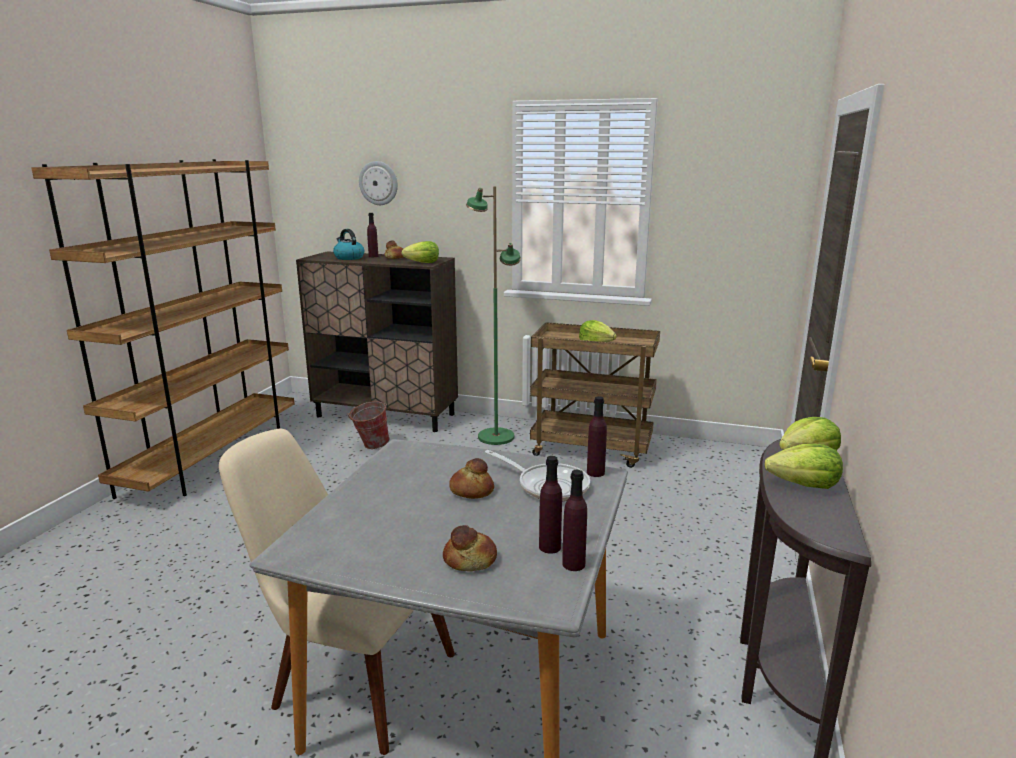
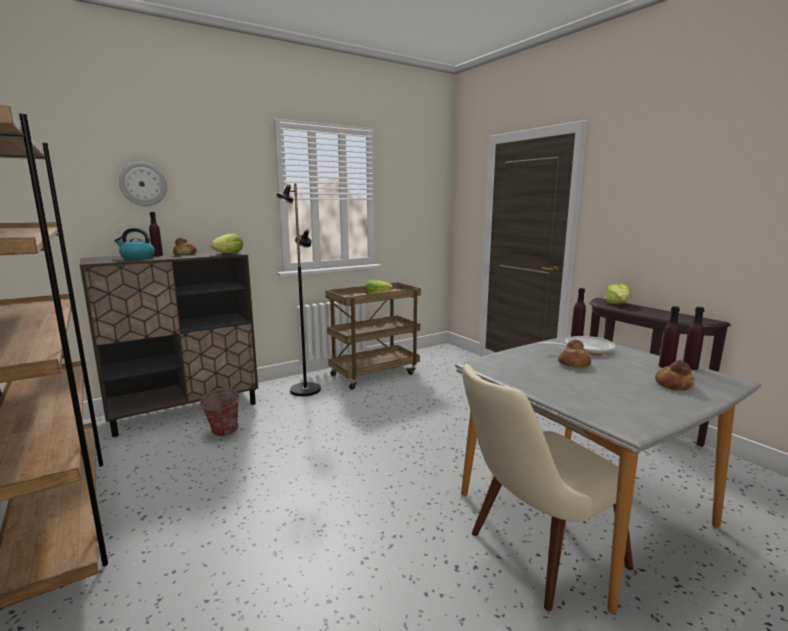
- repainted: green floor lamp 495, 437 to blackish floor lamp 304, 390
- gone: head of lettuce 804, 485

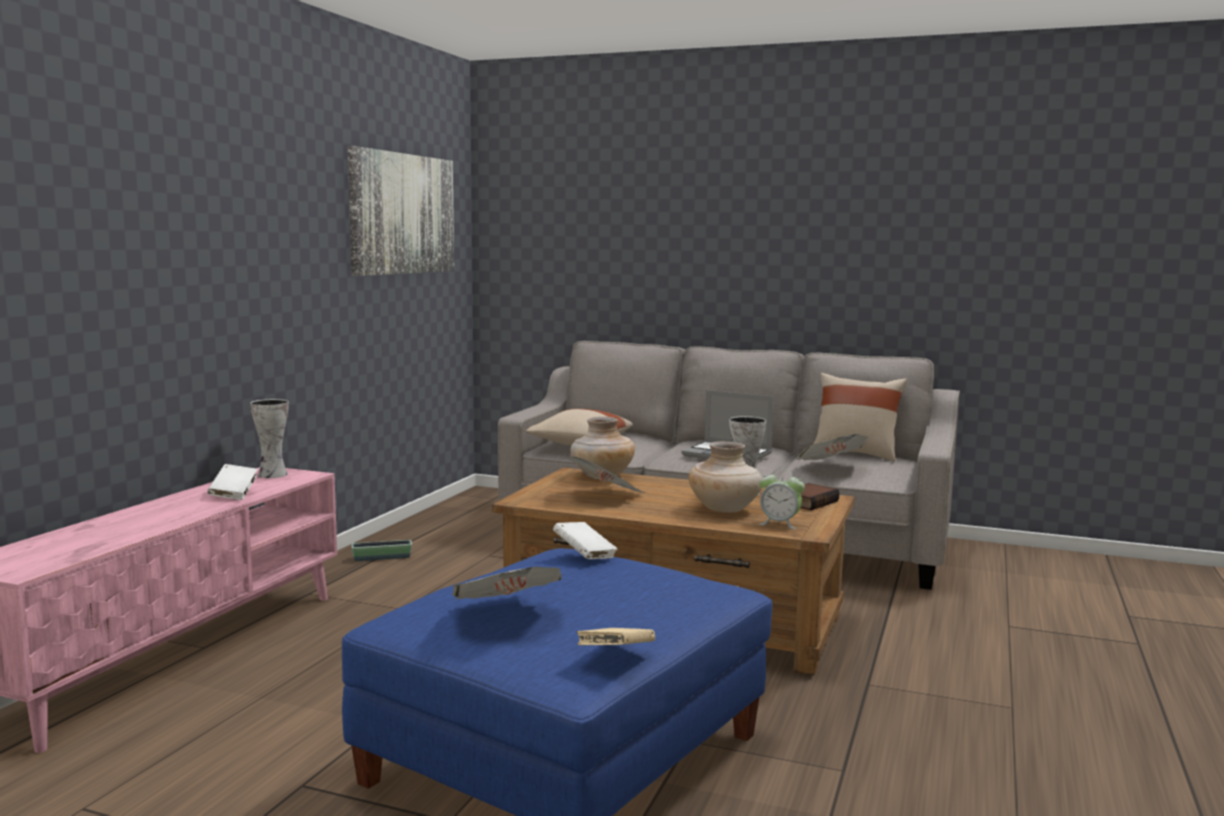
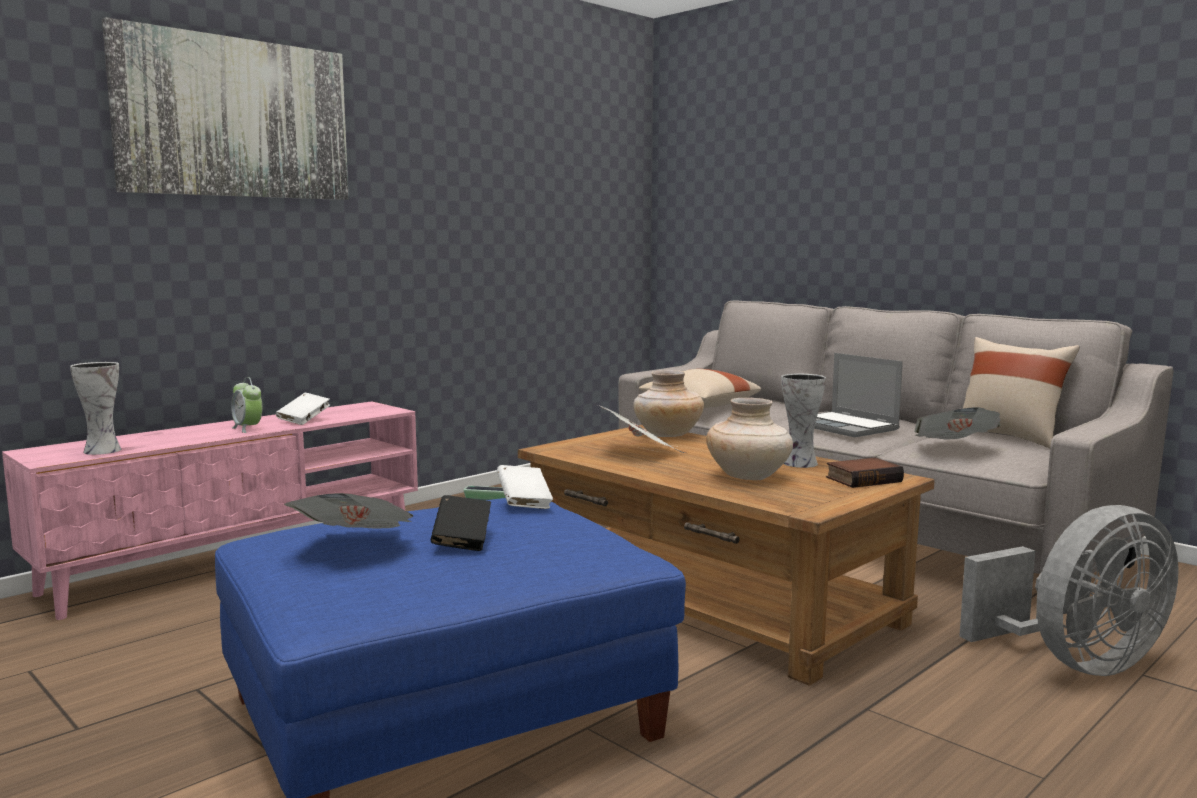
- shifted: vase 271, 474 to 101, 450
- shifted: picture 402, 214 to 235, 118
- shifted: alarm clock 780, 524 to 248, 429
- new: blackish book 462, 541
- new: greyish cooling fan 1076, 663
- gone: beige book 615, 656

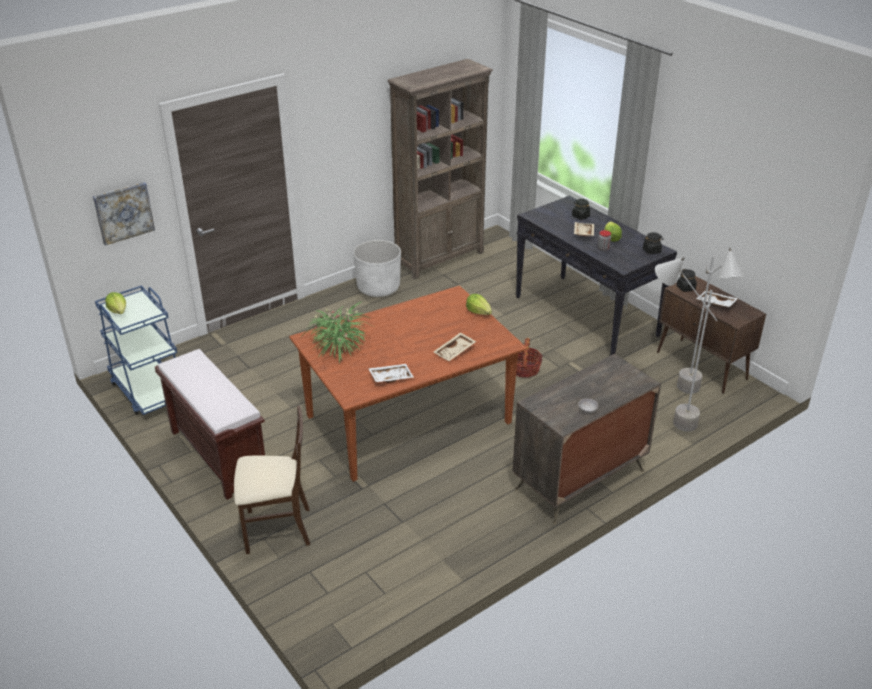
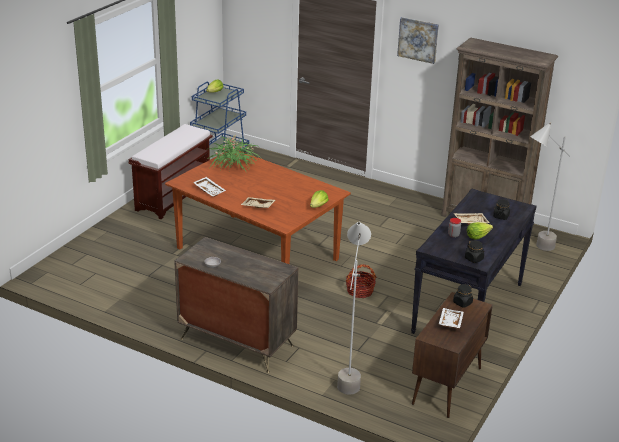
- shifted: picture 123, 212 to 418, 39
- shifted: greyish floor lamp 695, 398 to 534, 250
- gone: beige upright chair 276, 529
- gone: whitish plant pot 378, 288

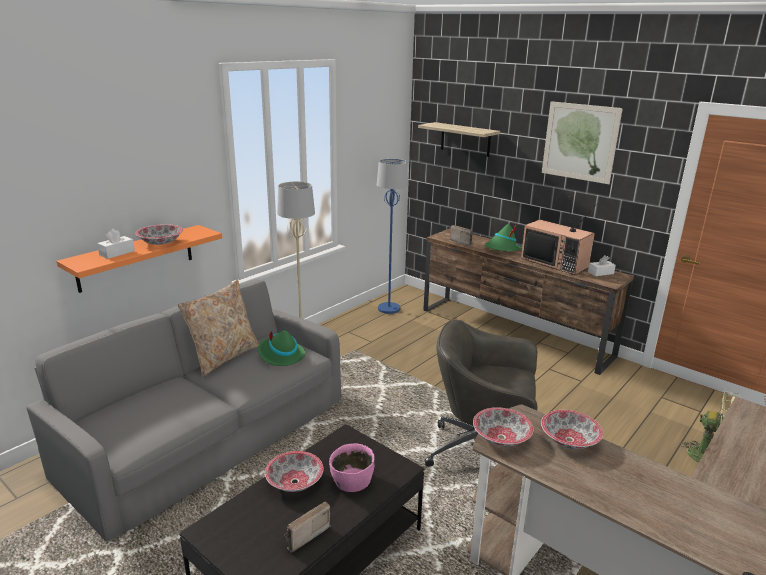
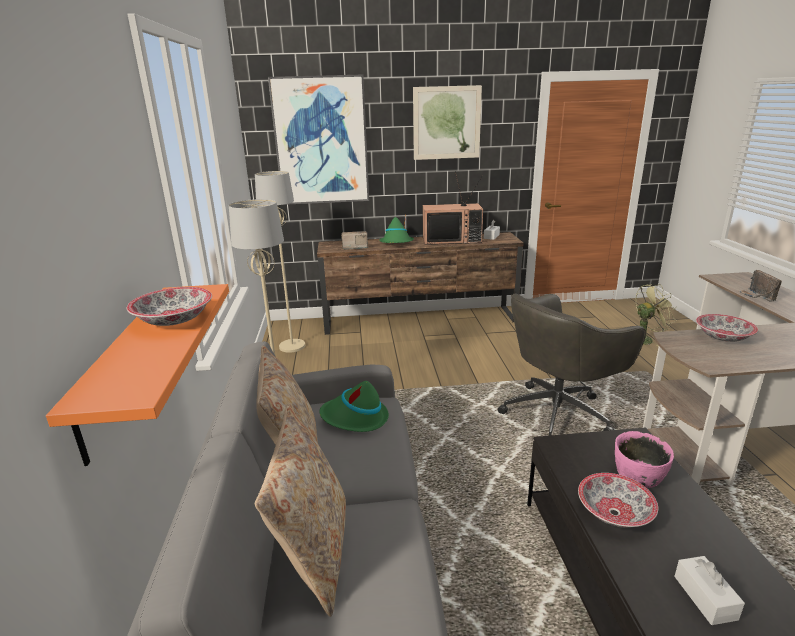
- repainted: blue floor lamp 389, 308 to beige floor lamp 292, 346
- new: beige pillow 313, 552
- swapped: wall shelf 465, 139 to picture 321, 141
- shifted: whitish box of tissues 117, 253 to 705, 597
- shifted: radio receiver 303, 535 to 757, 296
- gone: bowl 502, 438

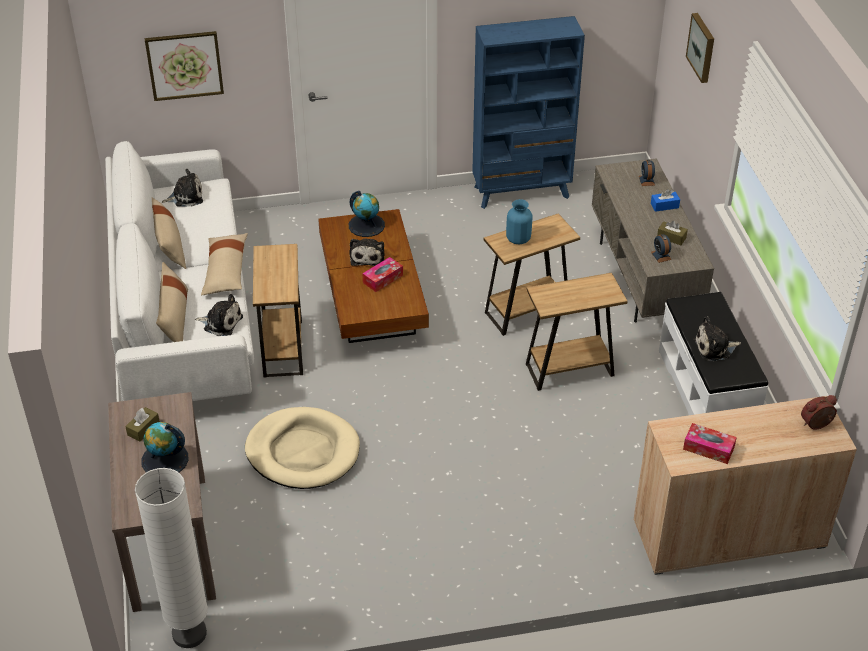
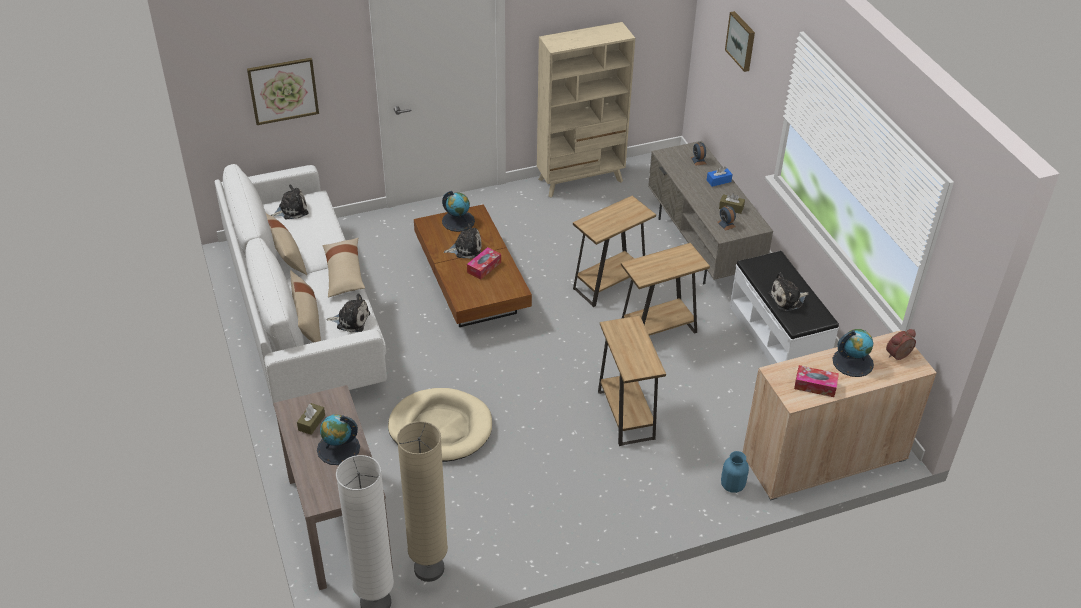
- new: beige floor lamp 429, 569
- rotated: cuddly toy 367, 256 = 466, 249 90 degrees counterclockwise
- repainted: blue bookcase 522, 192 to beige bookcase 581, 180
- shifted: brown accent table 283, 348 to 626, 415
- shifted: blue vase 518, 239 to 732, 485
- new: globe 852, 362

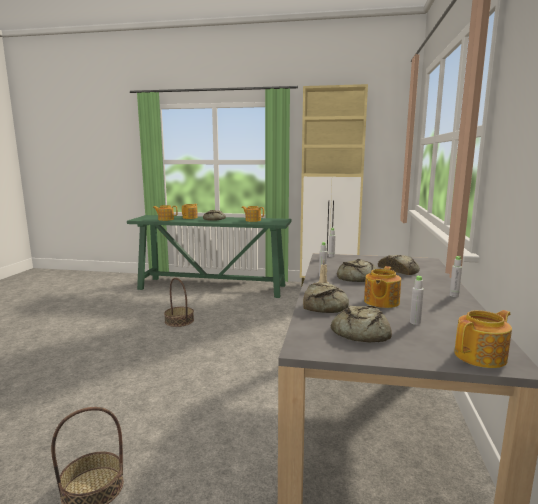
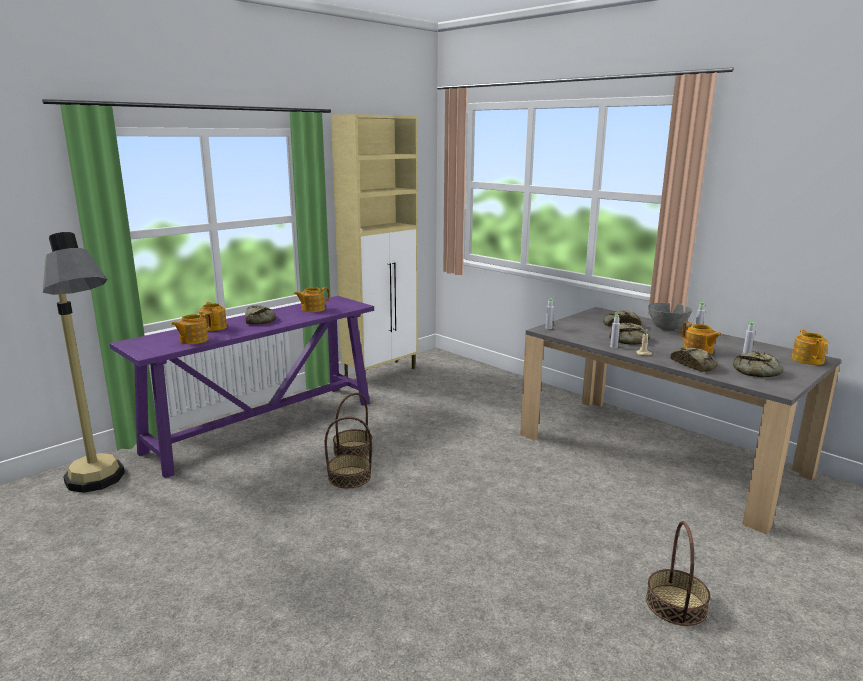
- new: floor lamp 102, 488
- repainted: green hall table 213, 287 to purple hall table 264, 426
- new: storage basket 353, 450
- new: greyish bowl 667, 329

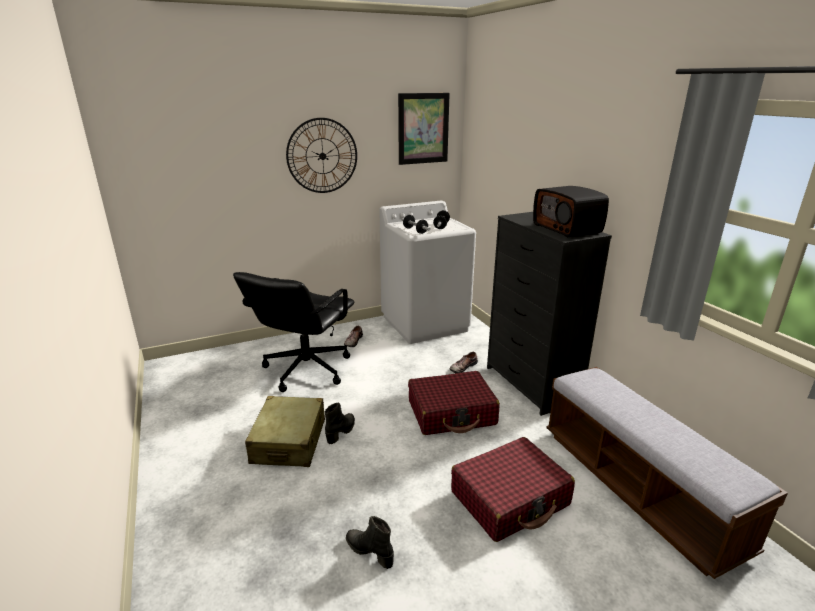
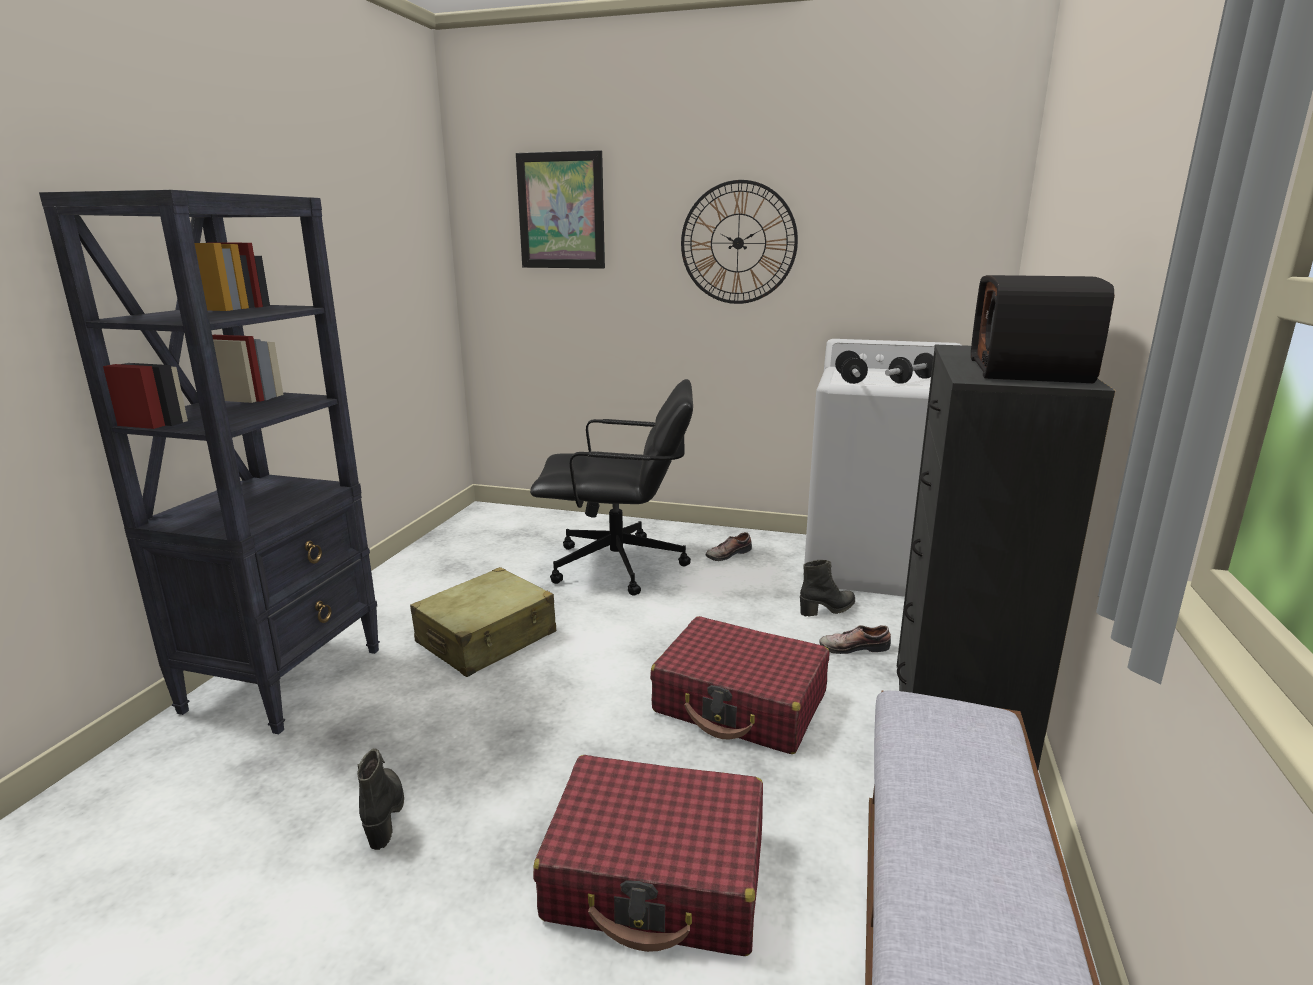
- new: blackish bookcase 286, 678
- shifted: picture 423, 128 to 561, 211
- rotated: blackish desk chair 305, 369 = 619, 566 150 degrees counterclockwise
- shifted: blackish boot 341, 432 to 827, 609

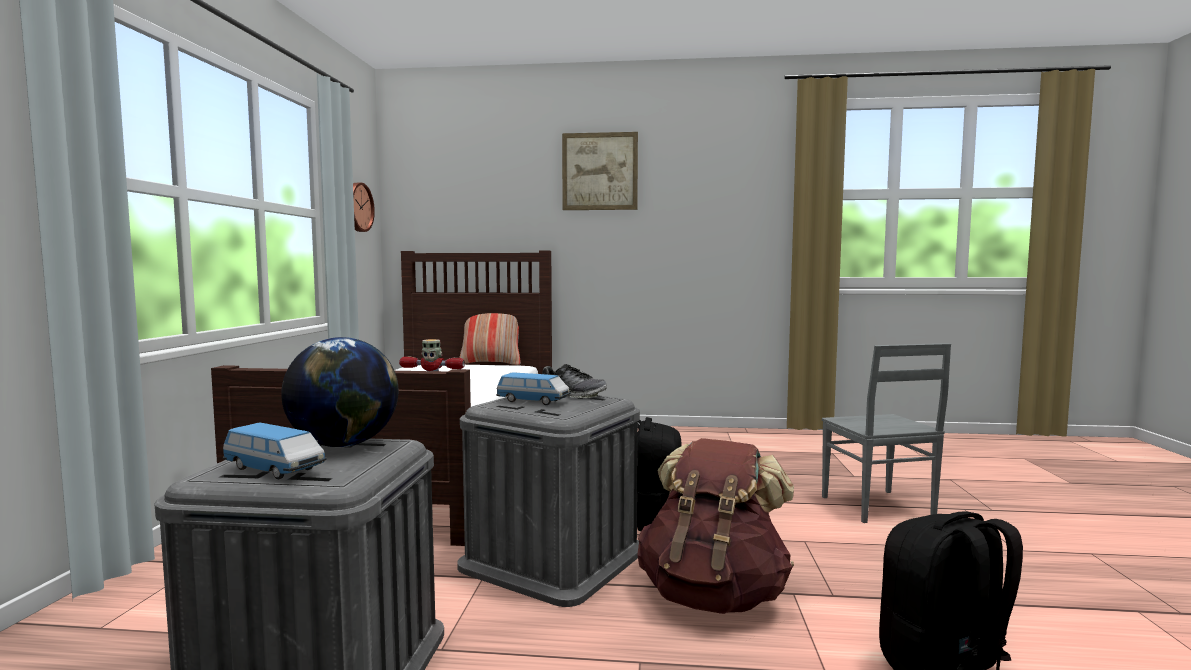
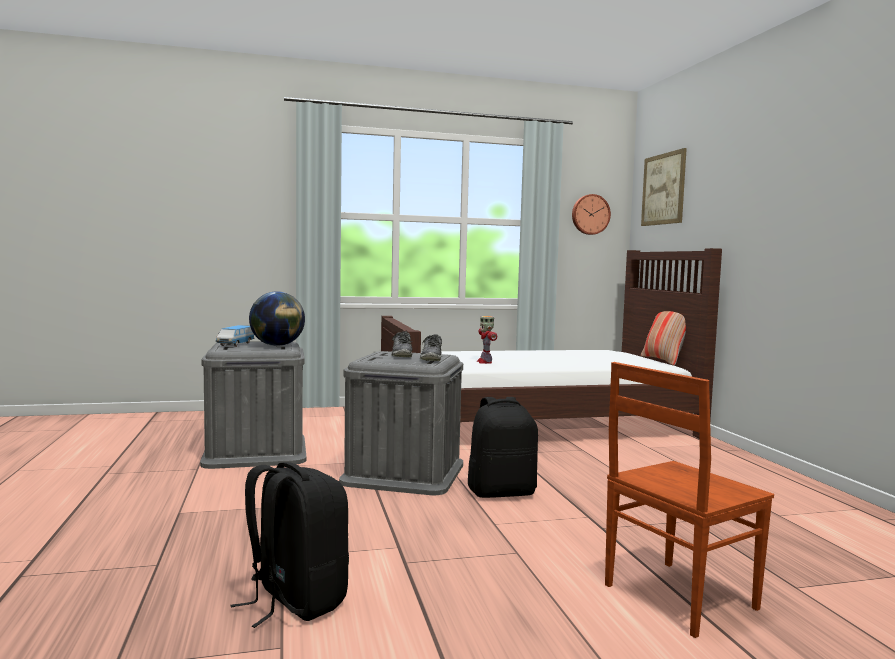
- swapped: miniature car 533, 401 to item of footwear 402, 355
- repainted: greyish upright chair 877, 507 to brown upright chair 676, 596
- shifted: picture 599, 171 to 663, 189
- gone: brown backpack 713, 595

